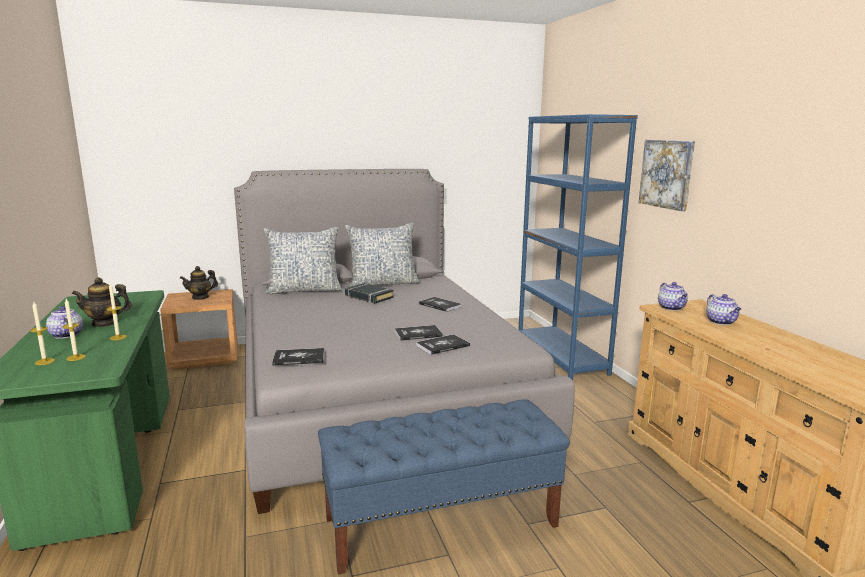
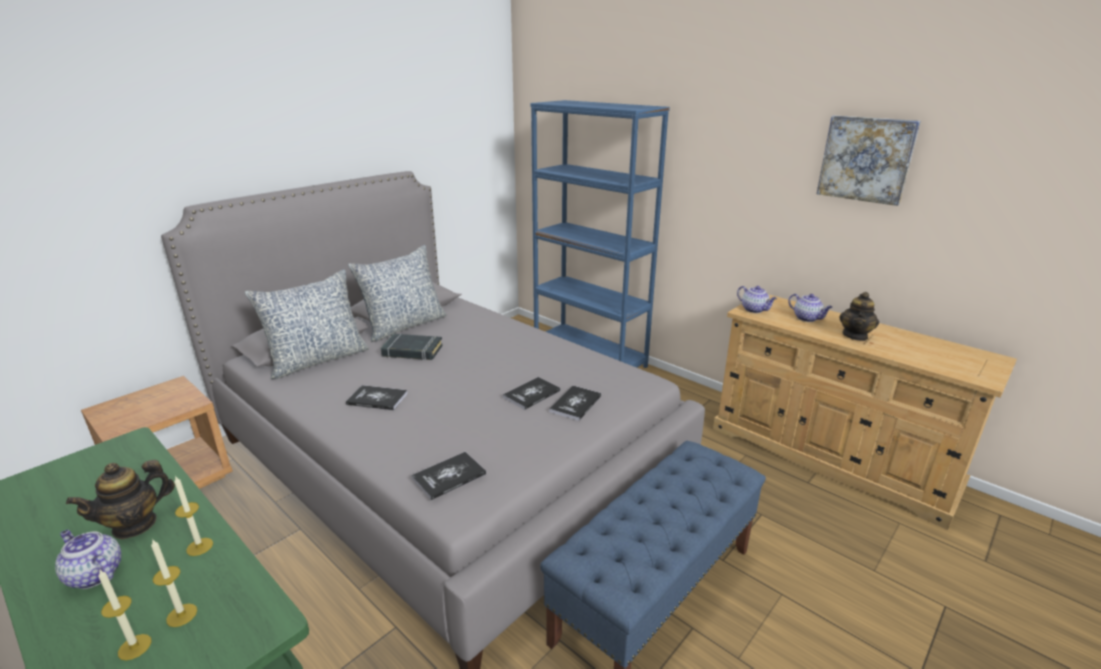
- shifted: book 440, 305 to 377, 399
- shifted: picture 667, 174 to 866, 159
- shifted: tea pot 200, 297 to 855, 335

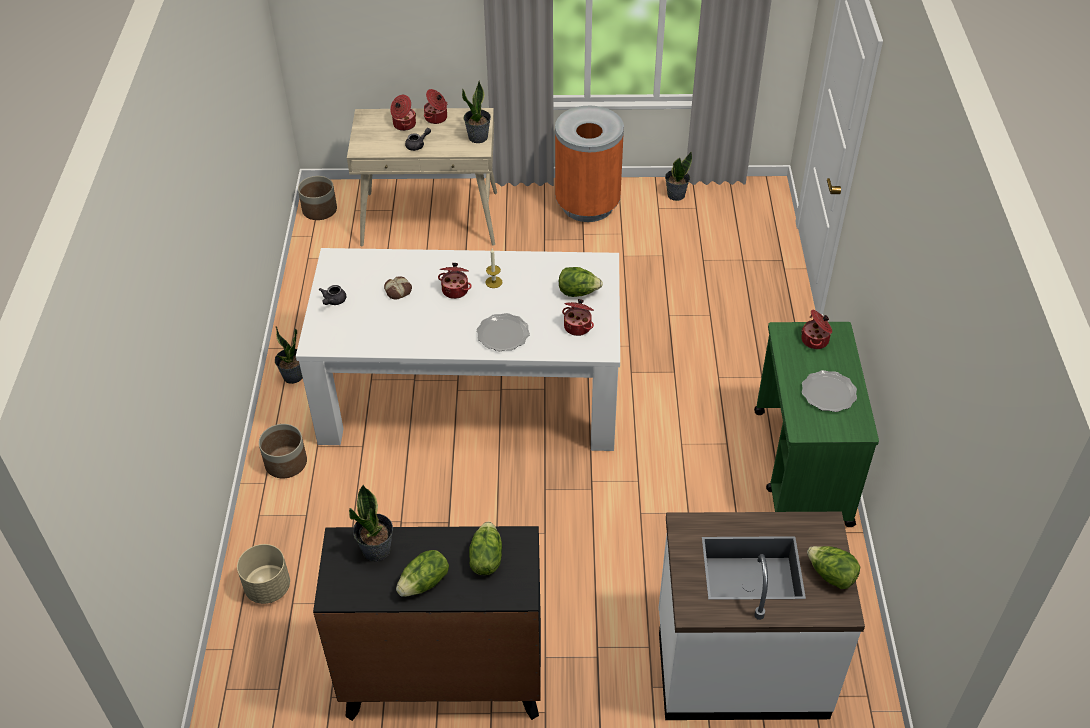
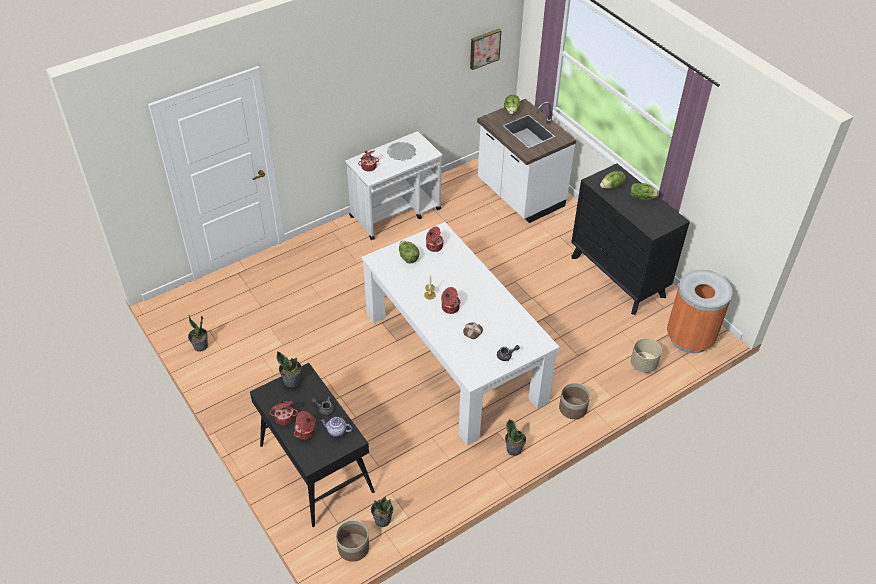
- repainted: beige desk table 431, 218 to blackish desk table 315, 468
- new: tea pot 336, 431
- repainted: green cart 802, 468 to whitish cart 396, 213
- shifted: plant in a pot 377, 550 to 382, 519
- new: picture 484, 48
- shifted: orangey trash can 587, 205 to 690, 338
- gone: dinner plate 503, 334

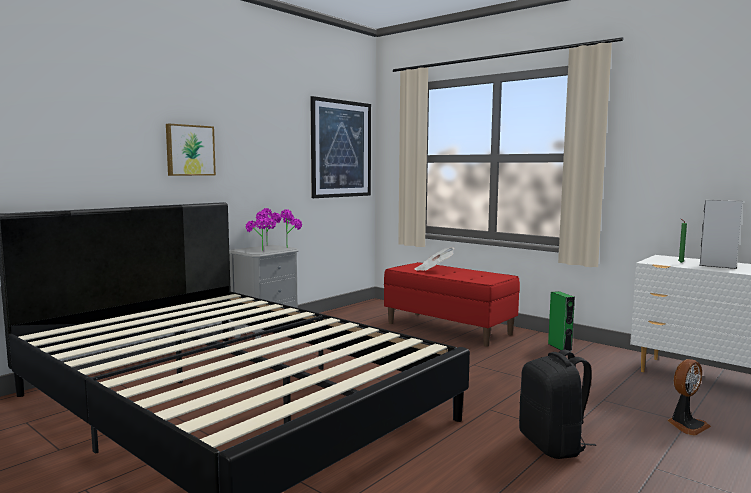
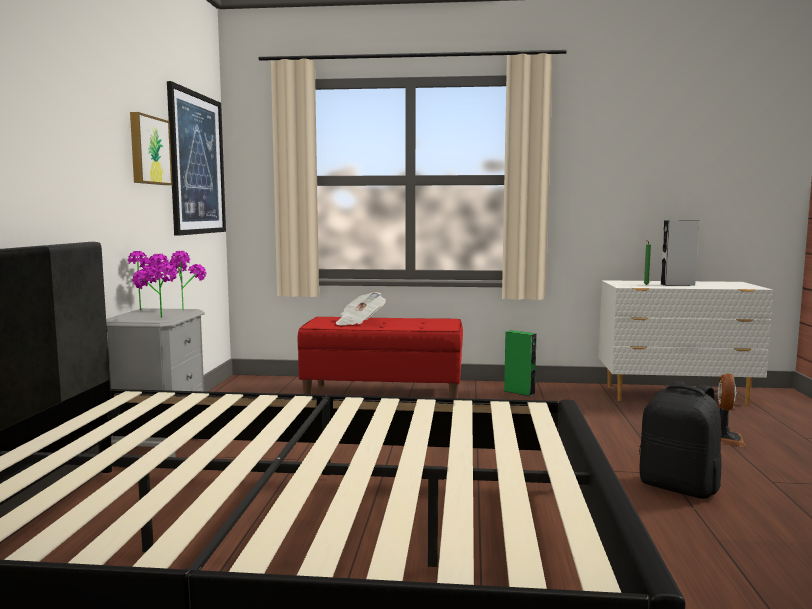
- shifted: picture 189, 150 to 148, 150

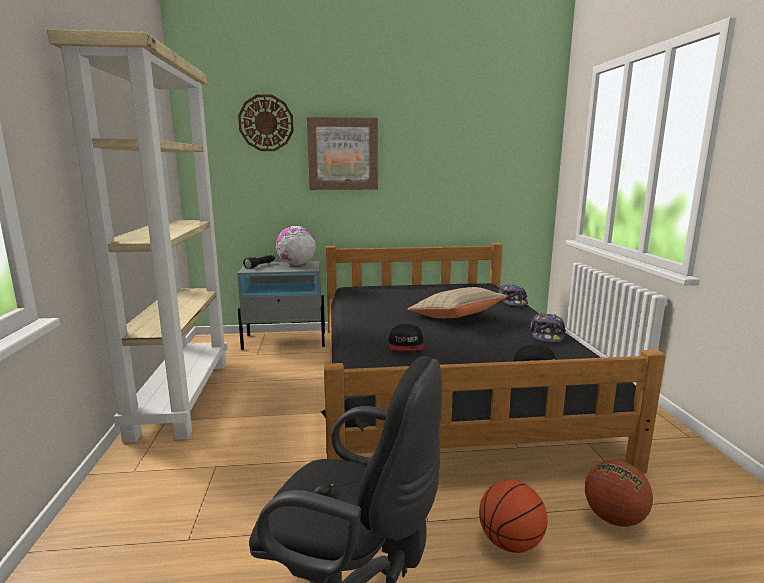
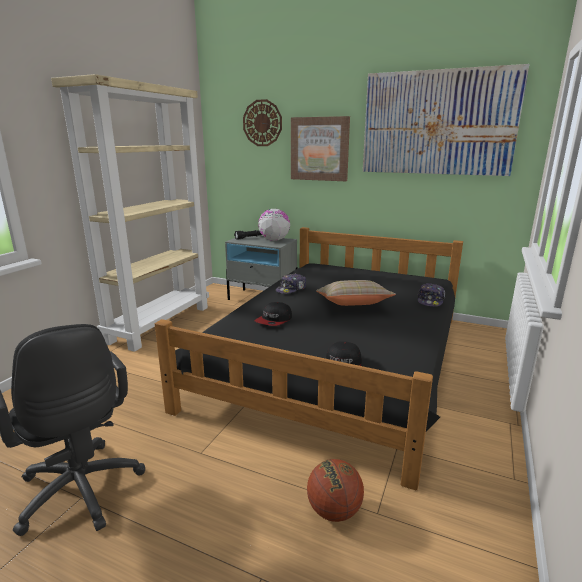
- shifted: cap 547, 335 to 291, 289
- new: picture 437, 123
- gone: basketball 510, 542

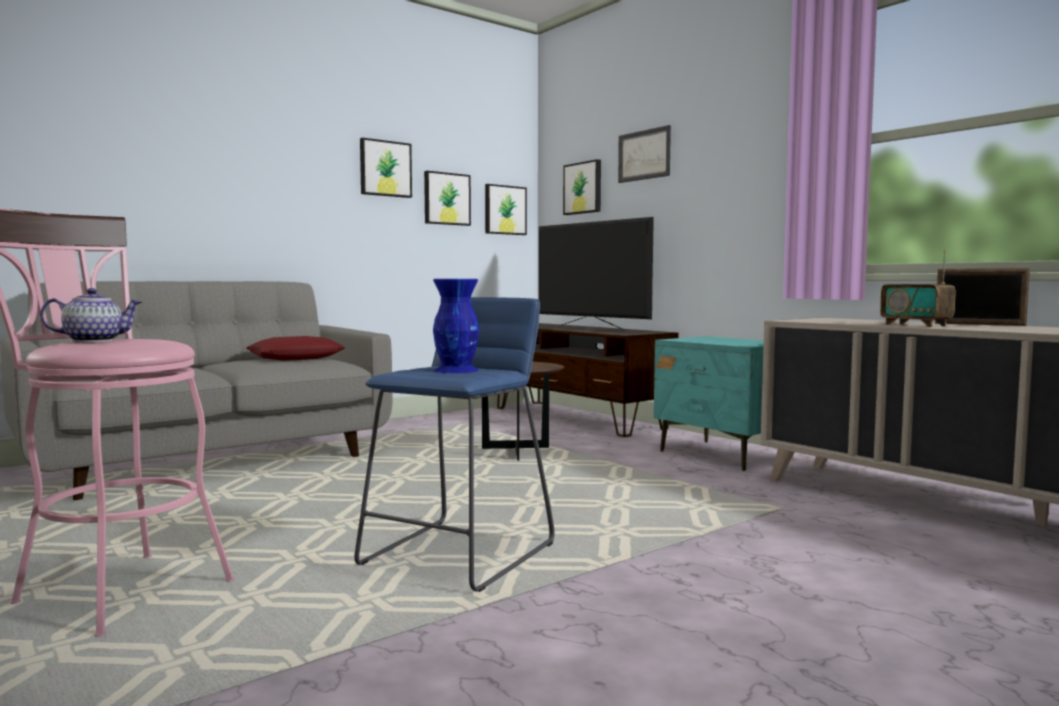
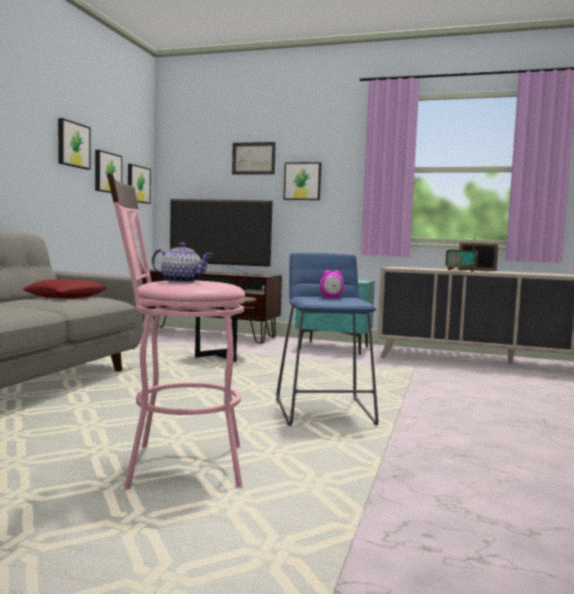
- rotated: tea pot 94, 341 = 182, 281 75 degrees clockwise
- shifted: picture 583, 188 to 302, 181
- swapped: blue vase 457, 370 to alarm clock 331, 298

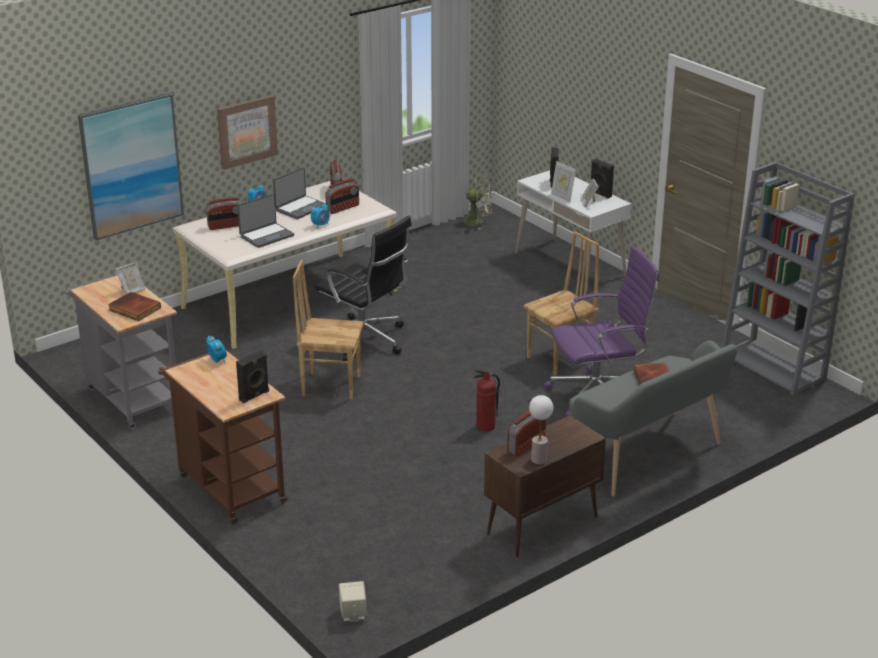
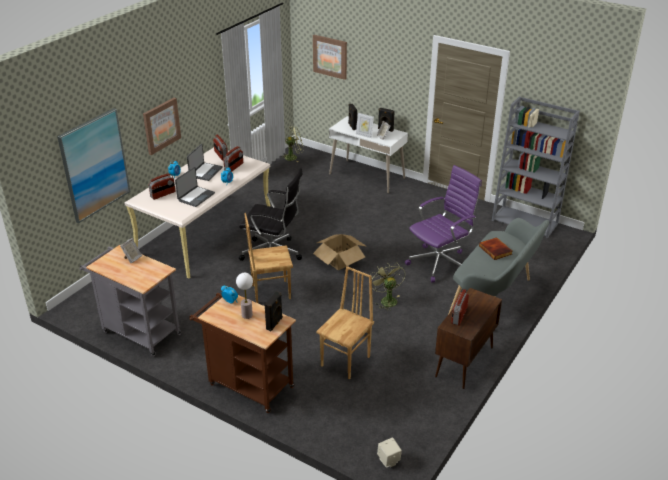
- shifted: lamp for a table 539, 459 to 247, 315
- new: picture 330, 56
- new: packing box 339, 260
- shifted: brown upright chair 560, 359 to 346, 361
- swapped: fire extinguisher 485, 427 to green cooling fan 386, 300
- gone: book 134, 309

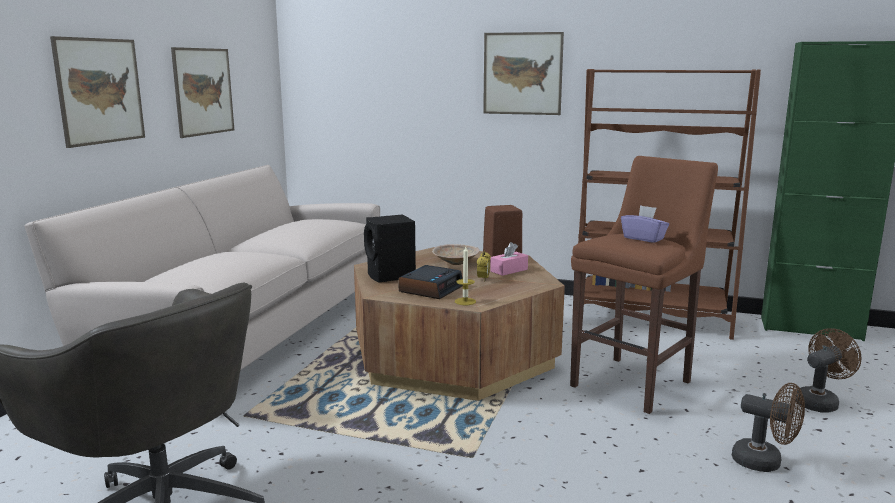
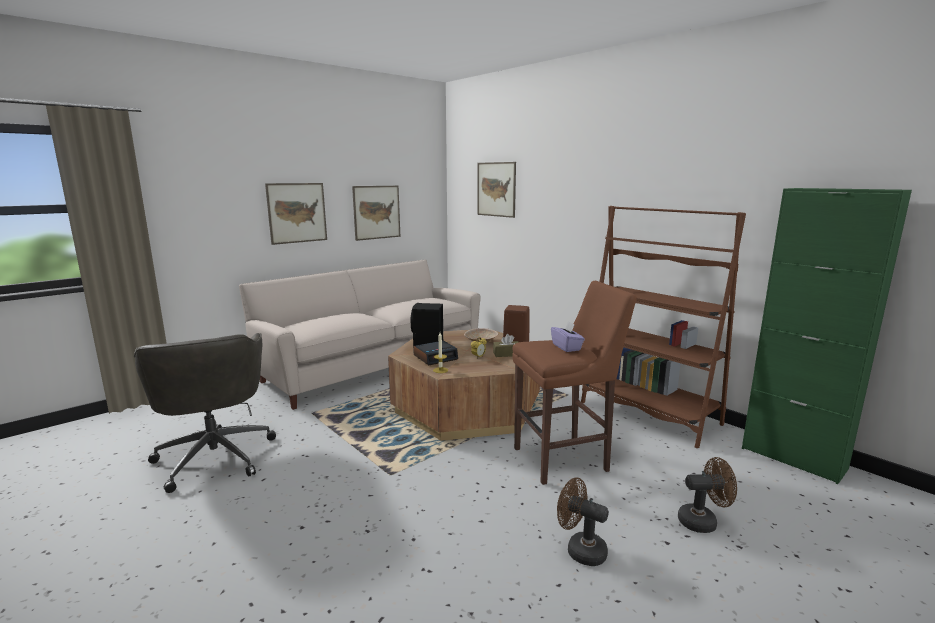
- shifted: picture 522, 73 to 496, 189
- repainted: pink box of tissues 509, 270 to brown box of tissues 506, 354
- rotated: brown cooling fan 765, 462 = 580, 550 150 degrees clockwise

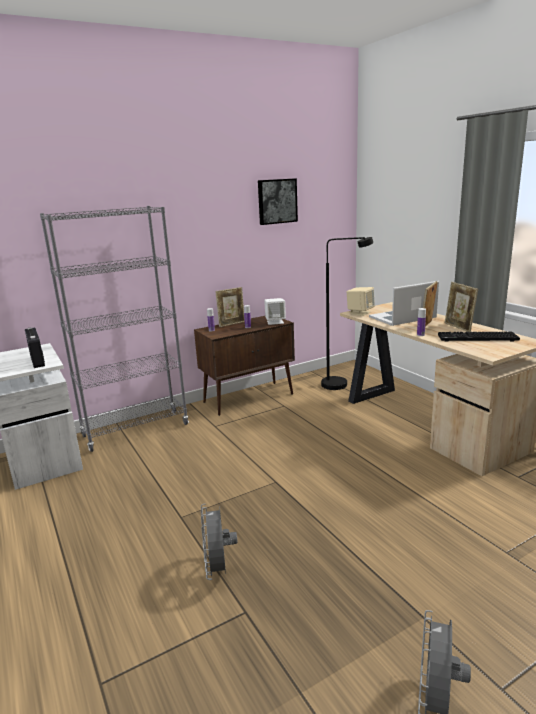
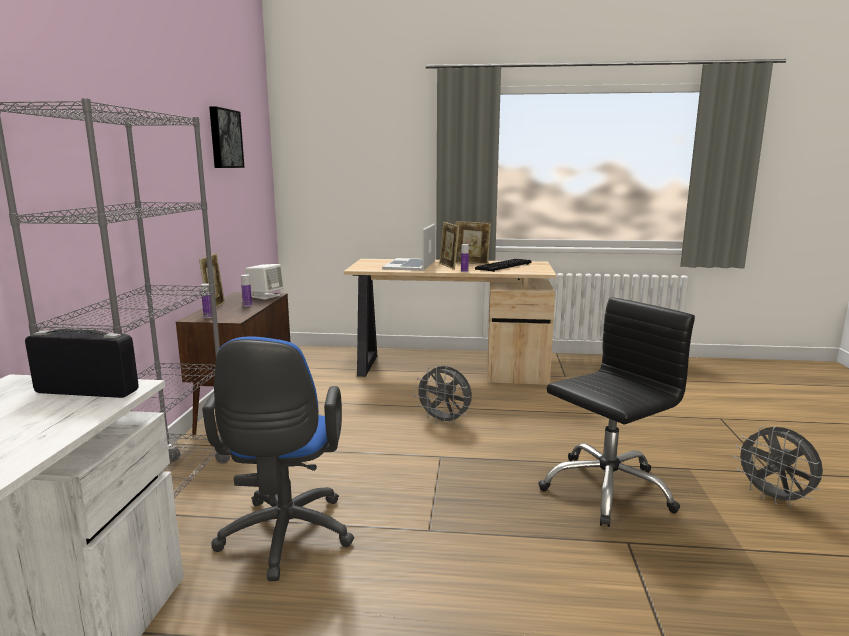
- new: blue desk chair 284, 539
- shifted: greyish cooling fan 218, 569 to 444, 421
- new: blackish desk chair 606, 489
- gone: blackish floor lamp 341, 384
- gone: beige loudspeaker 360, 313

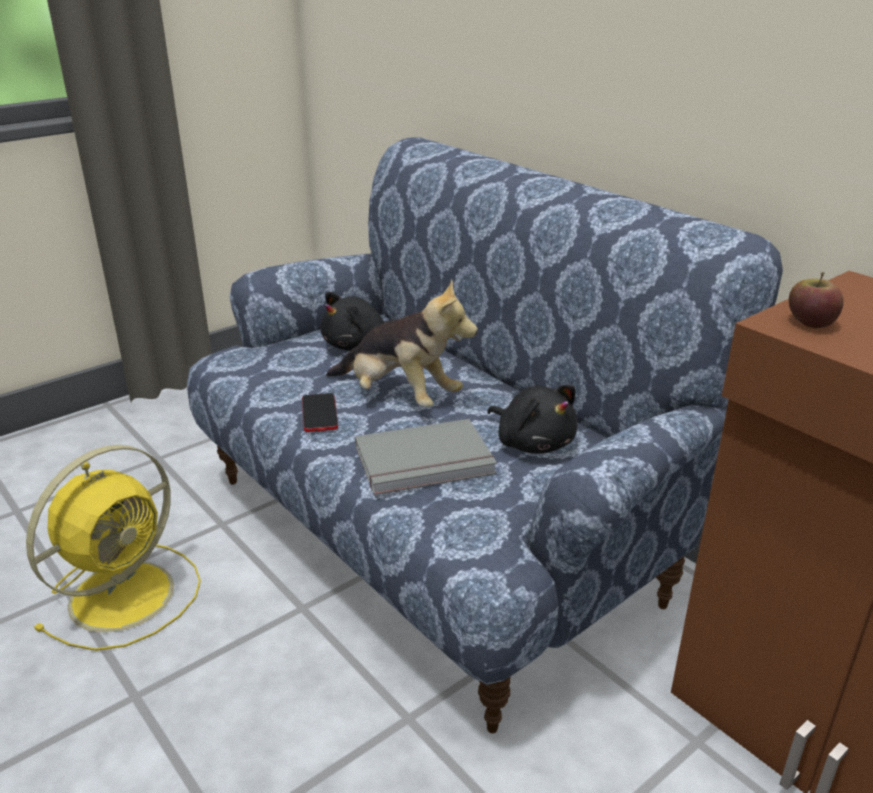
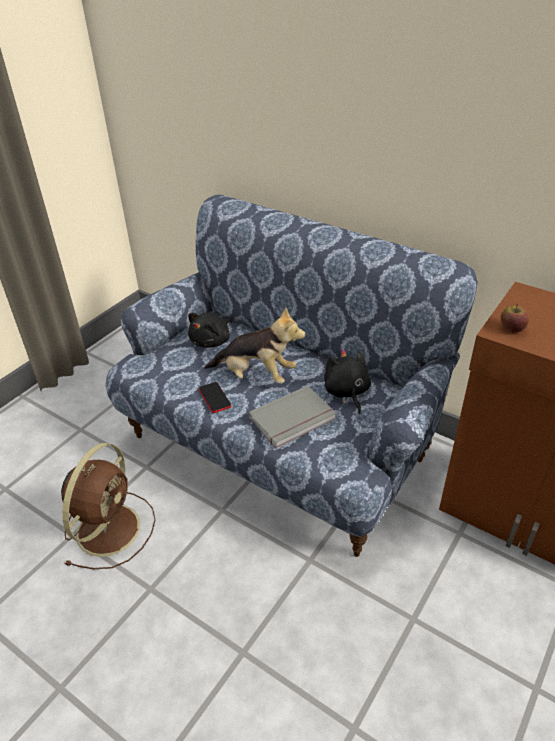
- repainted: yellowish cooling fan 126, 593 to brown cooling fan 110, 527
- rotated: blackish cuddly toy 533, 442 = 346, 392 135 degrees counterclockwise

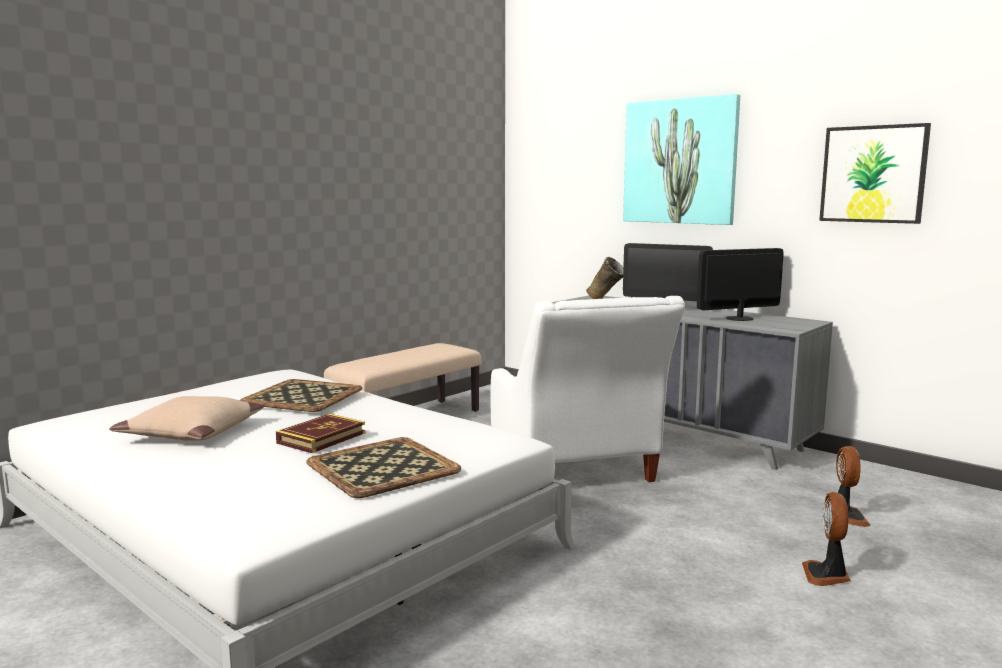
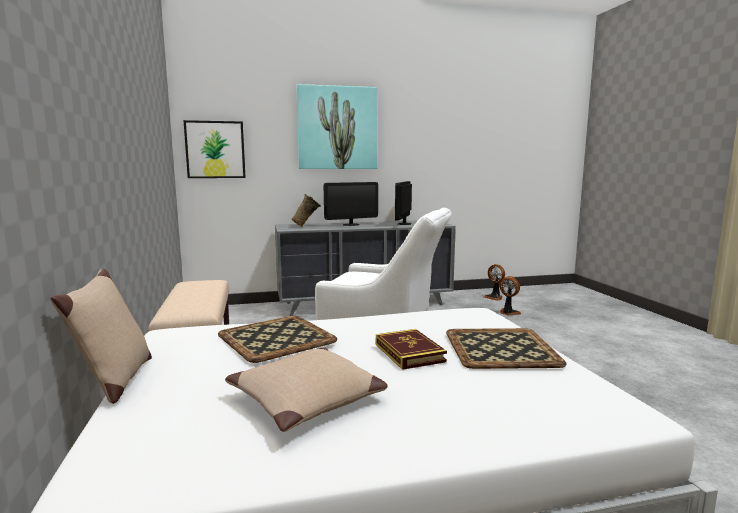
- new: beige pillow 115, 381
- shifted: picture 873, 174 to 215, 149
- shifted: cooling fan 826, 575 to 494, 297

